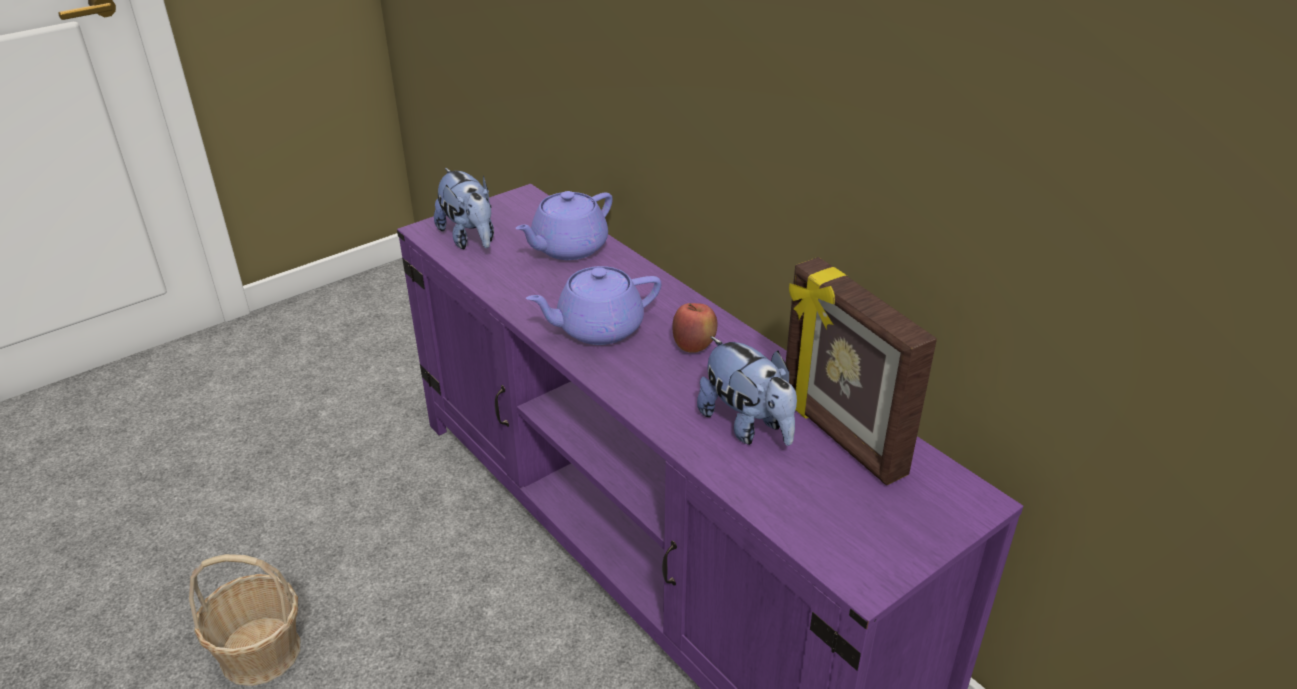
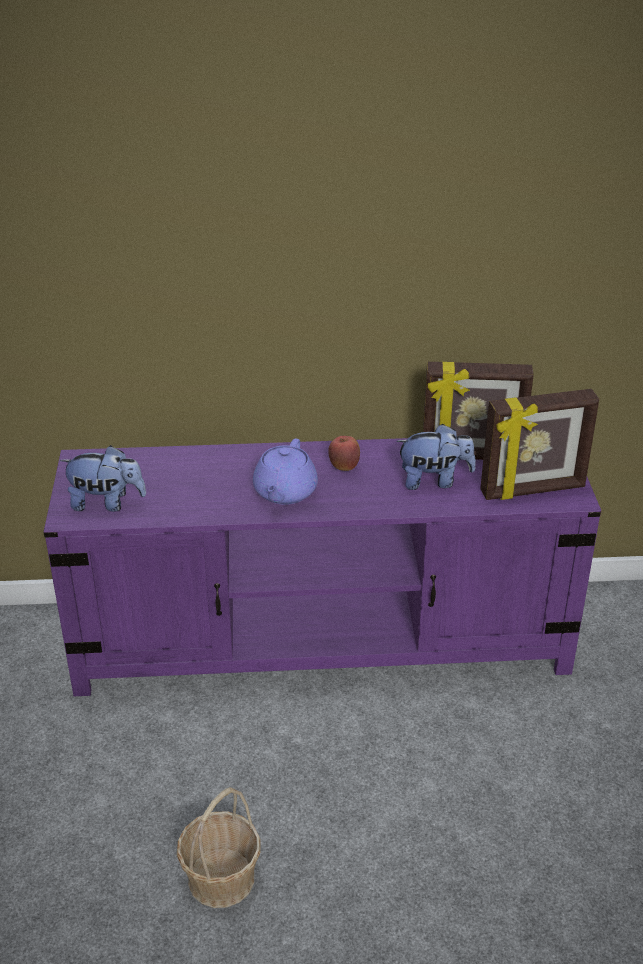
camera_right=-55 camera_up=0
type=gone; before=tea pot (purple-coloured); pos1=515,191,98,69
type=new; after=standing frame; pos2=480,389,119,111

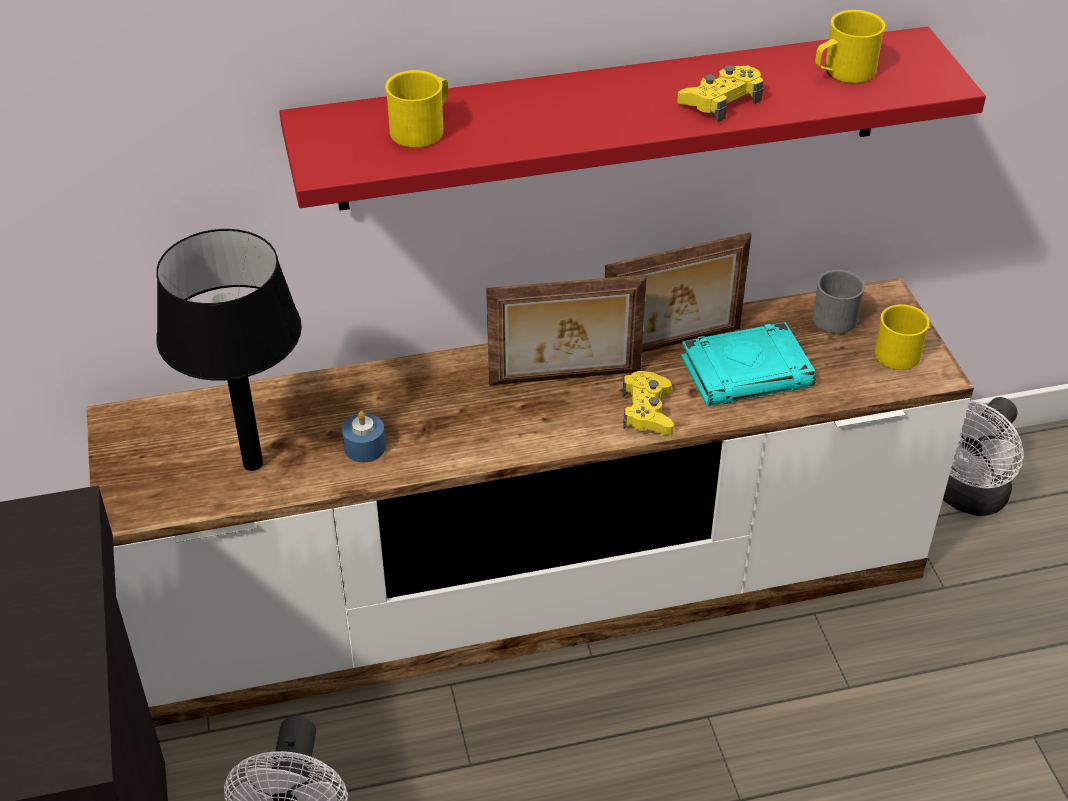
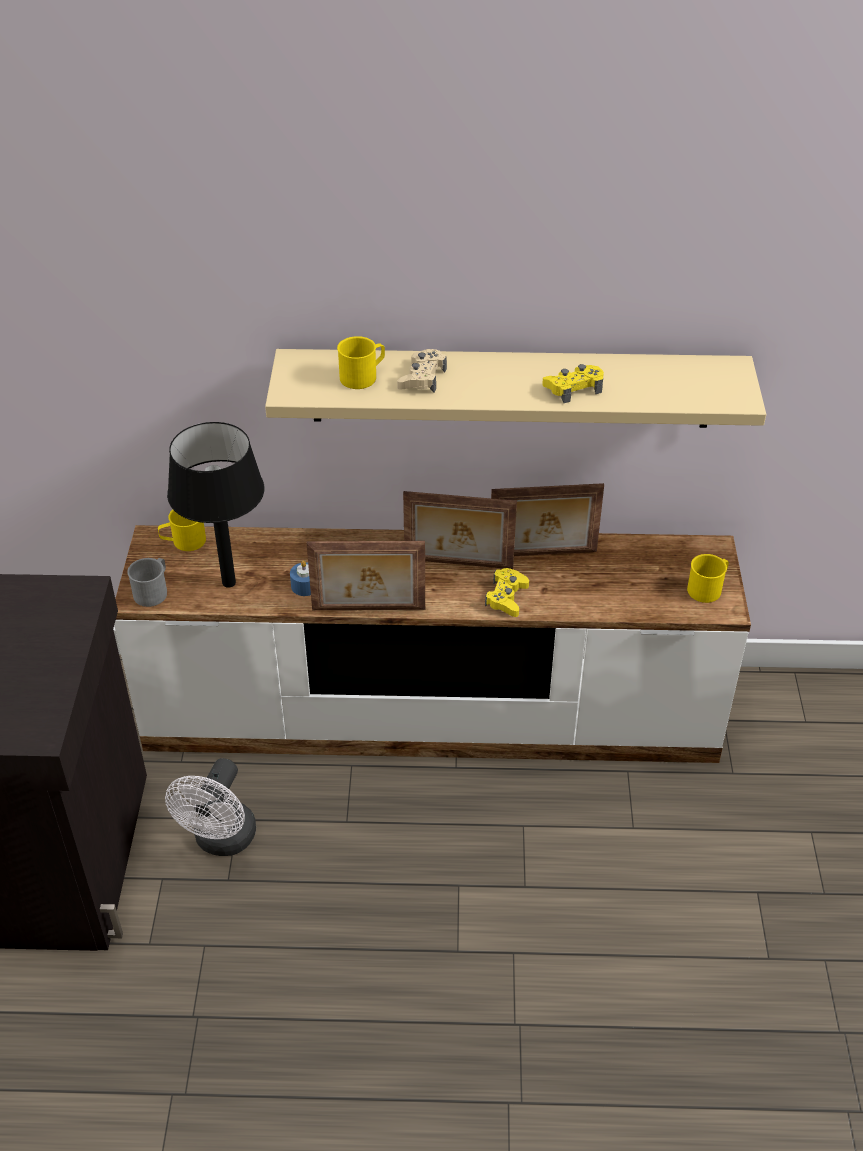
camera_right=15 camera_up=0
type=repainted; before=wall shelf (reddish); after=wall shelf (sand-coloured); pos1=279,26,707,184; pos2=265,349,501,79
type=gone; before=bound book (blue-green); pos1=681,322,135,84
type=shifted; before=tea mug (grey); pos1=813,270,52,64; pos2=127,558,40,49
type=shifted; before=tea mug (yellow-coloured); pos1=815,10,70,73; pos2=158,510,48,41
type=gone; before=electric fan (white-coloured); pos1=943,397,81,119
type=new; after=standing frame; pos2=307,541,118,69
type=new; after=gamepad (sand-coloured); pos2=397,349,50,44

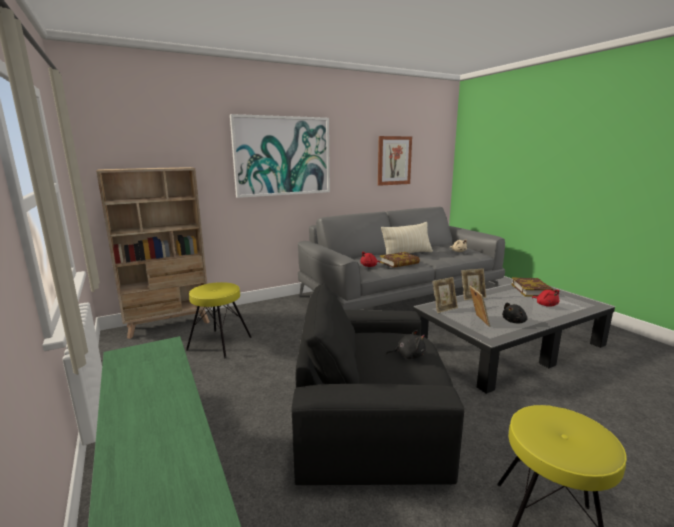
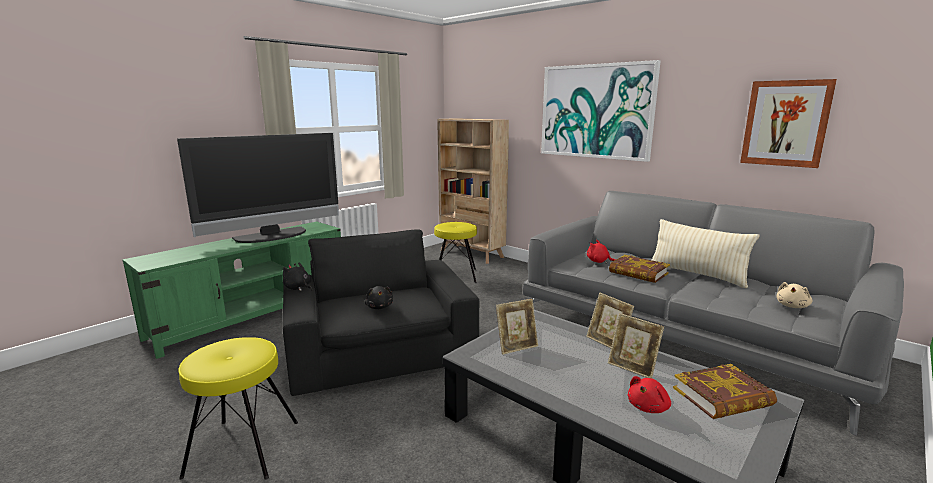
camera_right=70 camera_up=0
type=shifted; before=standing frame; pos1=432,277,26,36; pos2=608,313,56,65
type=shifted; before=cuddly toy (black-coloured); pos1=502,303,26,20; pos2=283,263,30,28
type=new; after=TV; pos2=177,133,162,110

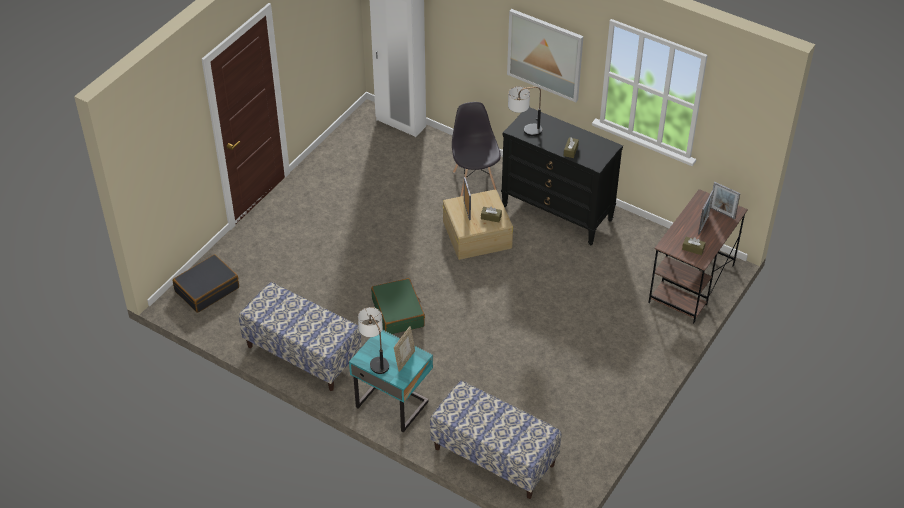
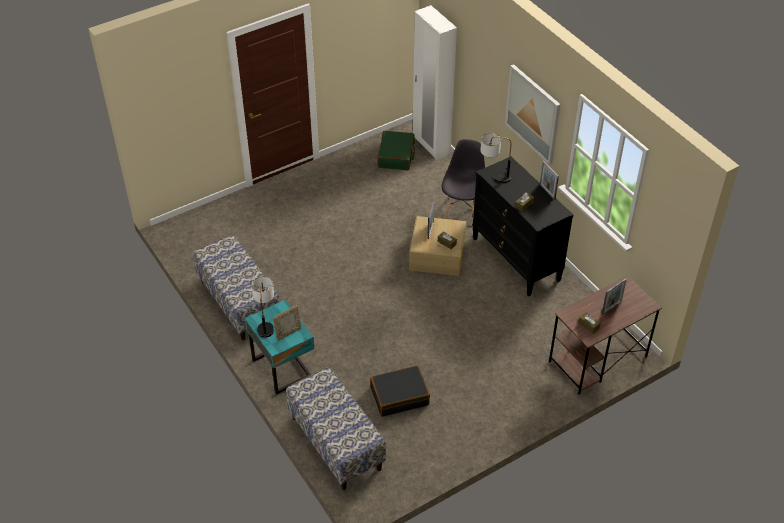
camera_right=25 camera_up=0
type=shifted; before=suitcase (black-coloured); pos1=173,254,66,59; pos2=370,365,60,52
type=shifted; before=suitcase (greenish); pos1=371,278,54,56; pos2=377,131,38,39
type=shifted; before=standing frame; pos1=710,182,30,37; pos2=540,161,19,39

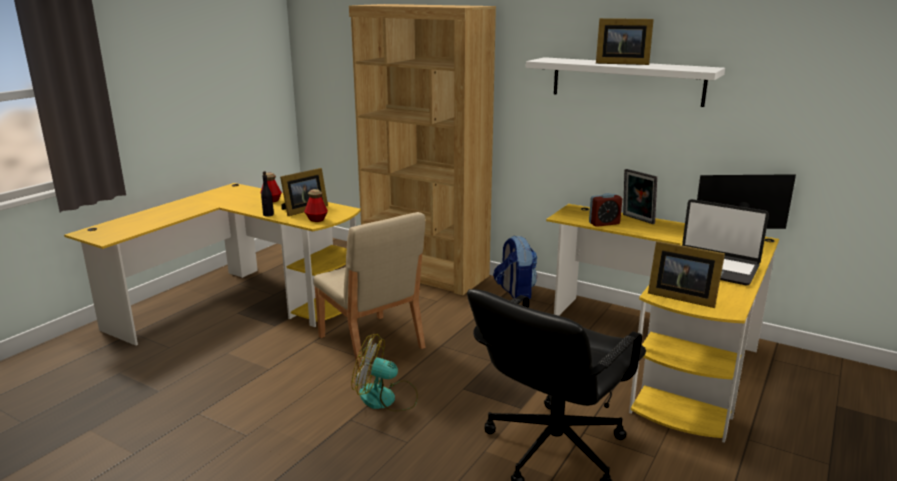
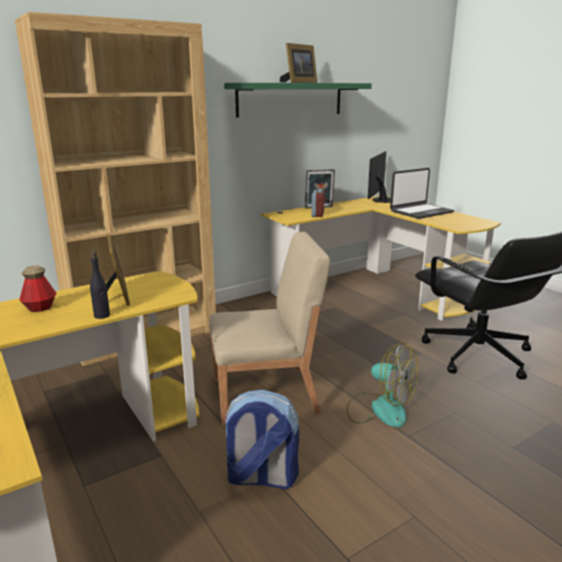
camera_right=-65 camera_up=0
type=gone; before=bottle; pos1=304,189,24,33
type=rotated; before=electric fan; pos1=351,334,67,78; pos2=346,342,72,85; turn=-90
type=shifted; before=knapsack; pos1=493,236,44,63; pos2=222,390,77,99
type=repainted; before=wall shelf (white-coloured); after=wall shelf (greenish); pos1=526,57,199,50; pos2=224,83,148,35
type=gone; before=standing frame; pos1=648,241,77,67

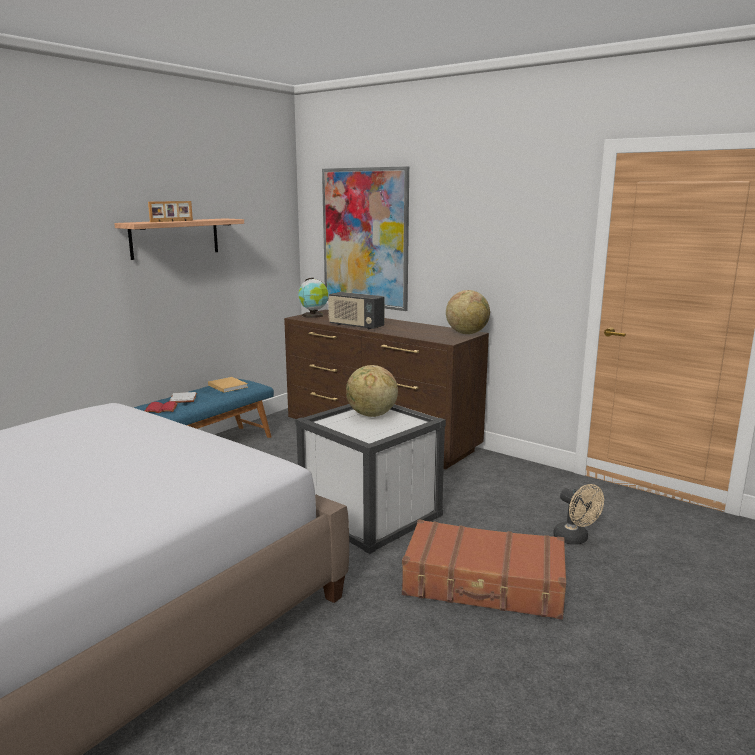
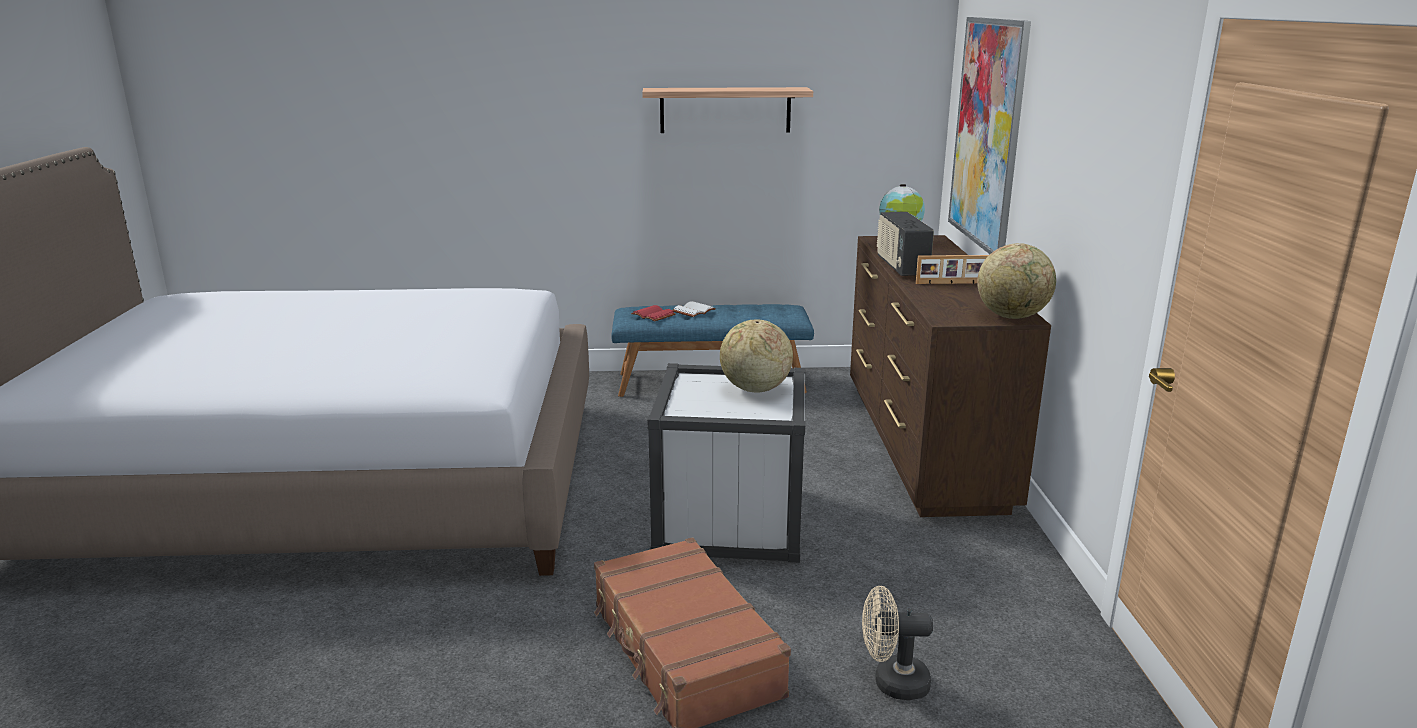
camera_right=50 camera_up=5
type=shifted; before=standing frame; pos1=148,201,45,21; pos2=916,255,73,29
type=gone; before=bound book (sand-coloured); pos1=208,377,40,16
type=rotated; before=electric fan (sand-coloured); pos1=553,484,51,61; pos2=862,586,71,114; turn=75

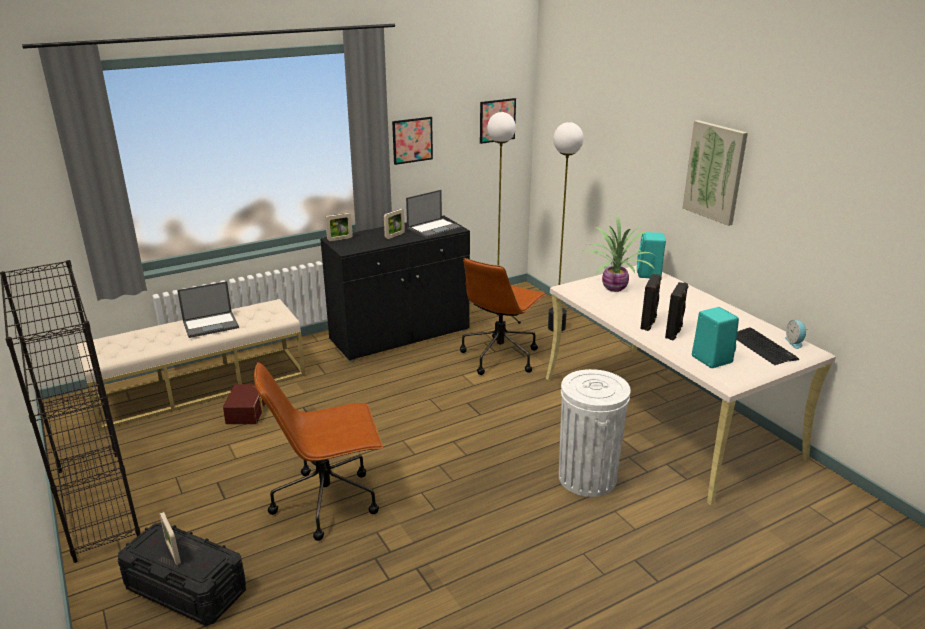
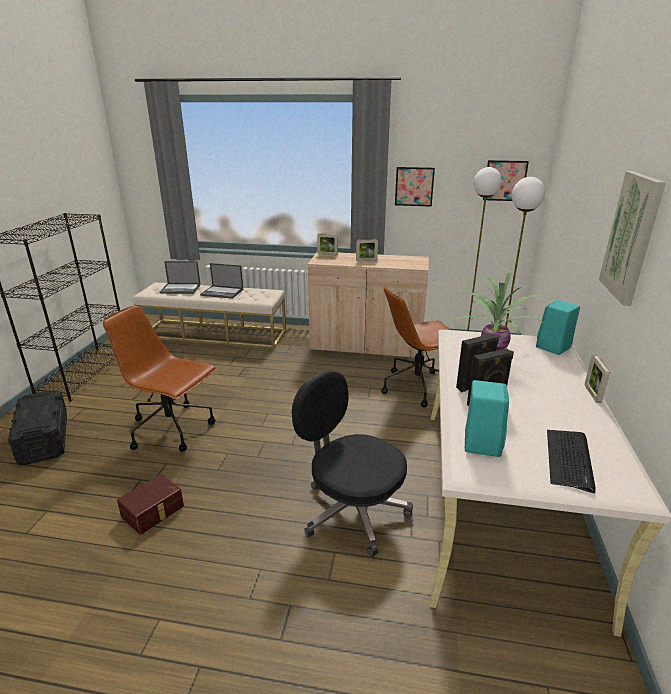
camera_right=40 camera_up=0
type=shifted; before=standing frame; pos1=159,512,22,53; pos2=585,355,25,48
type=shifted; before=storage bin (brown); pos1=223,384,42,40; pos2=117,474,67,61
type=repainted; before=storage cabinet (black-coloured); after=storage cabinet (sand-coloured); pos1=320,215,150,146; pos2=308,252,121,106
type=shifted; before=laptop; pos1=406,190,56,48; pos2=159,261,42,33
type=swapped; before=trash can (white-coloured); after=desk chair (black-coloured); pos1=559,369,72,128; pos2=292,371,121,186
type=gone; before=table clock; pos1=785,320,22,29

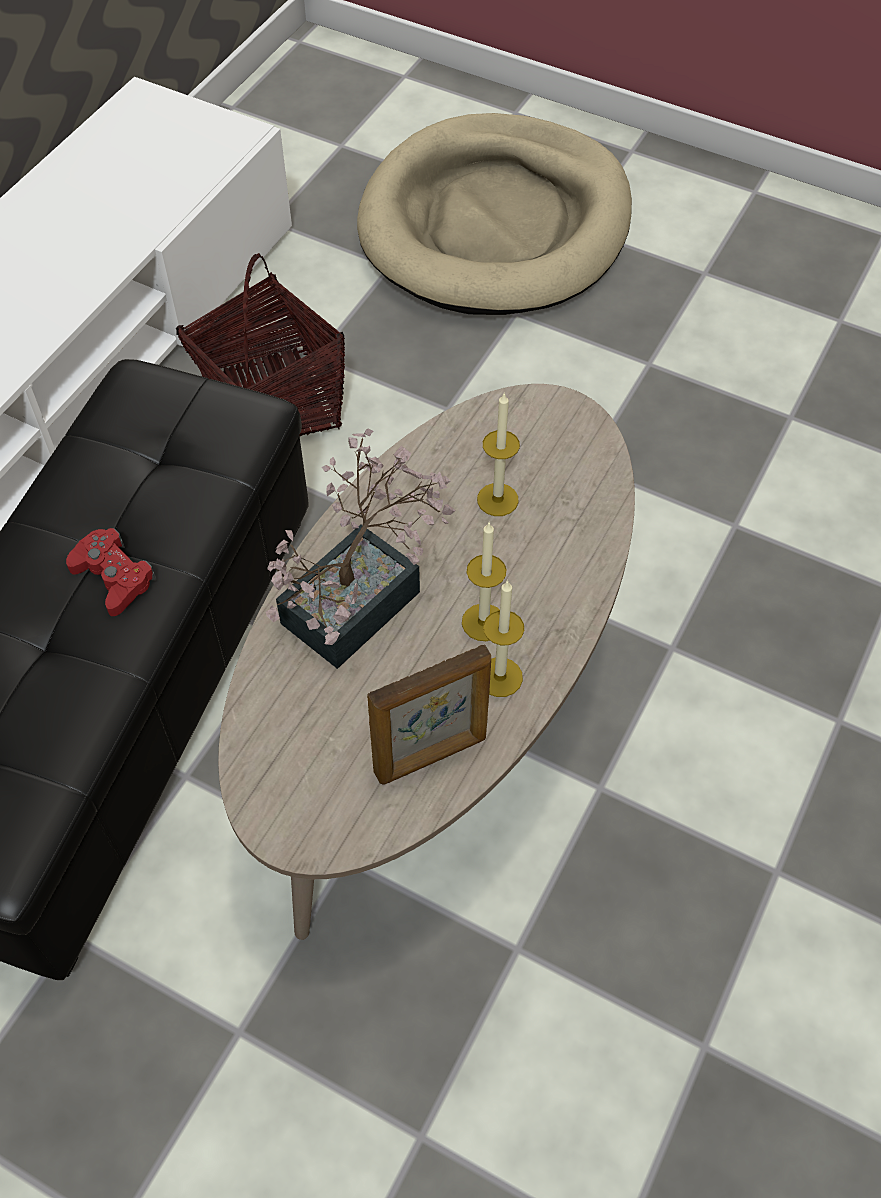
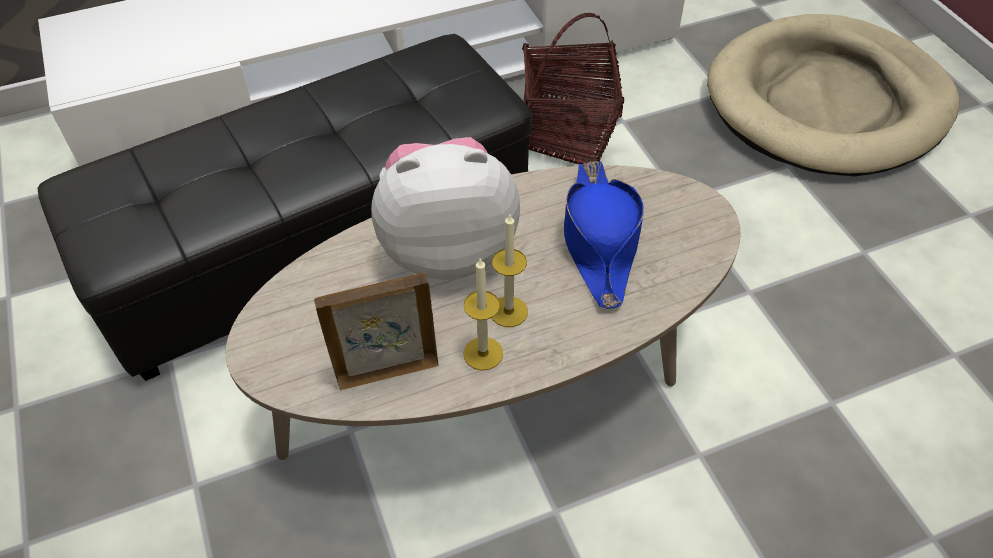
camera_right=40 camera_up=-5
type=gone; before=gamepad (reddish); pos1=66,528,91,88
type=swapped; before=houseplant; after=cuddly toy; pos1=266,428,190,241; pos2=371,137,149,143
type=rotated; before=standing frame; pos1=367,644,124,141; pos2=314,273,124,117; turn=150
type=swapped; before=wax light; after=clothing hat (blue); pos1=477,392,43,124; pos2=564,161,80,148

